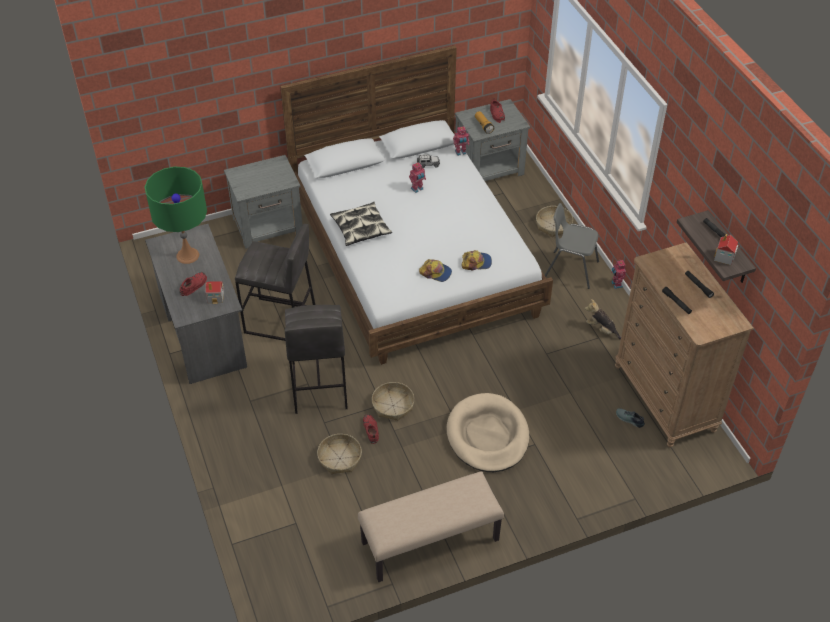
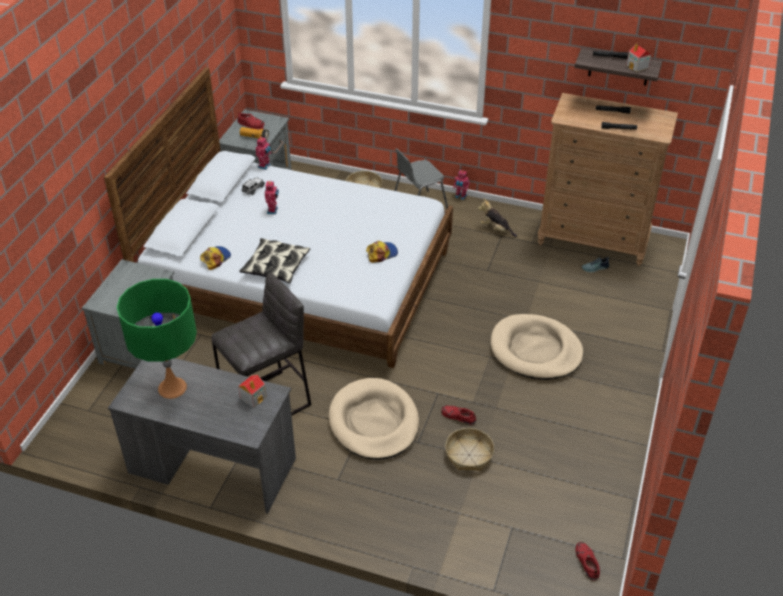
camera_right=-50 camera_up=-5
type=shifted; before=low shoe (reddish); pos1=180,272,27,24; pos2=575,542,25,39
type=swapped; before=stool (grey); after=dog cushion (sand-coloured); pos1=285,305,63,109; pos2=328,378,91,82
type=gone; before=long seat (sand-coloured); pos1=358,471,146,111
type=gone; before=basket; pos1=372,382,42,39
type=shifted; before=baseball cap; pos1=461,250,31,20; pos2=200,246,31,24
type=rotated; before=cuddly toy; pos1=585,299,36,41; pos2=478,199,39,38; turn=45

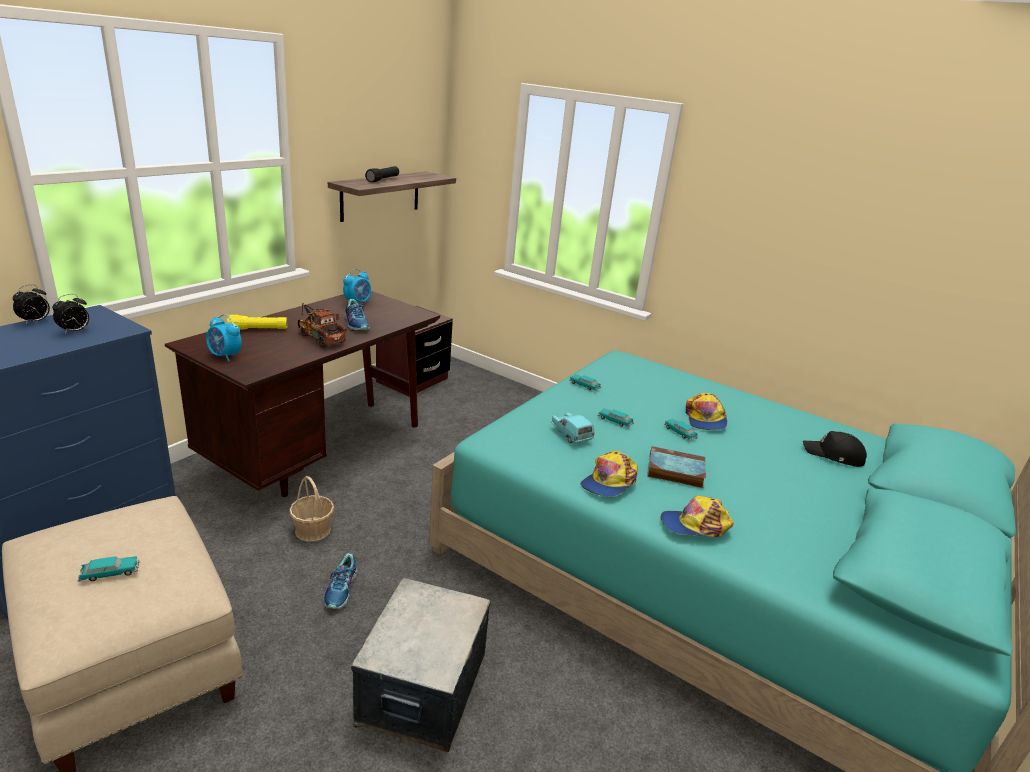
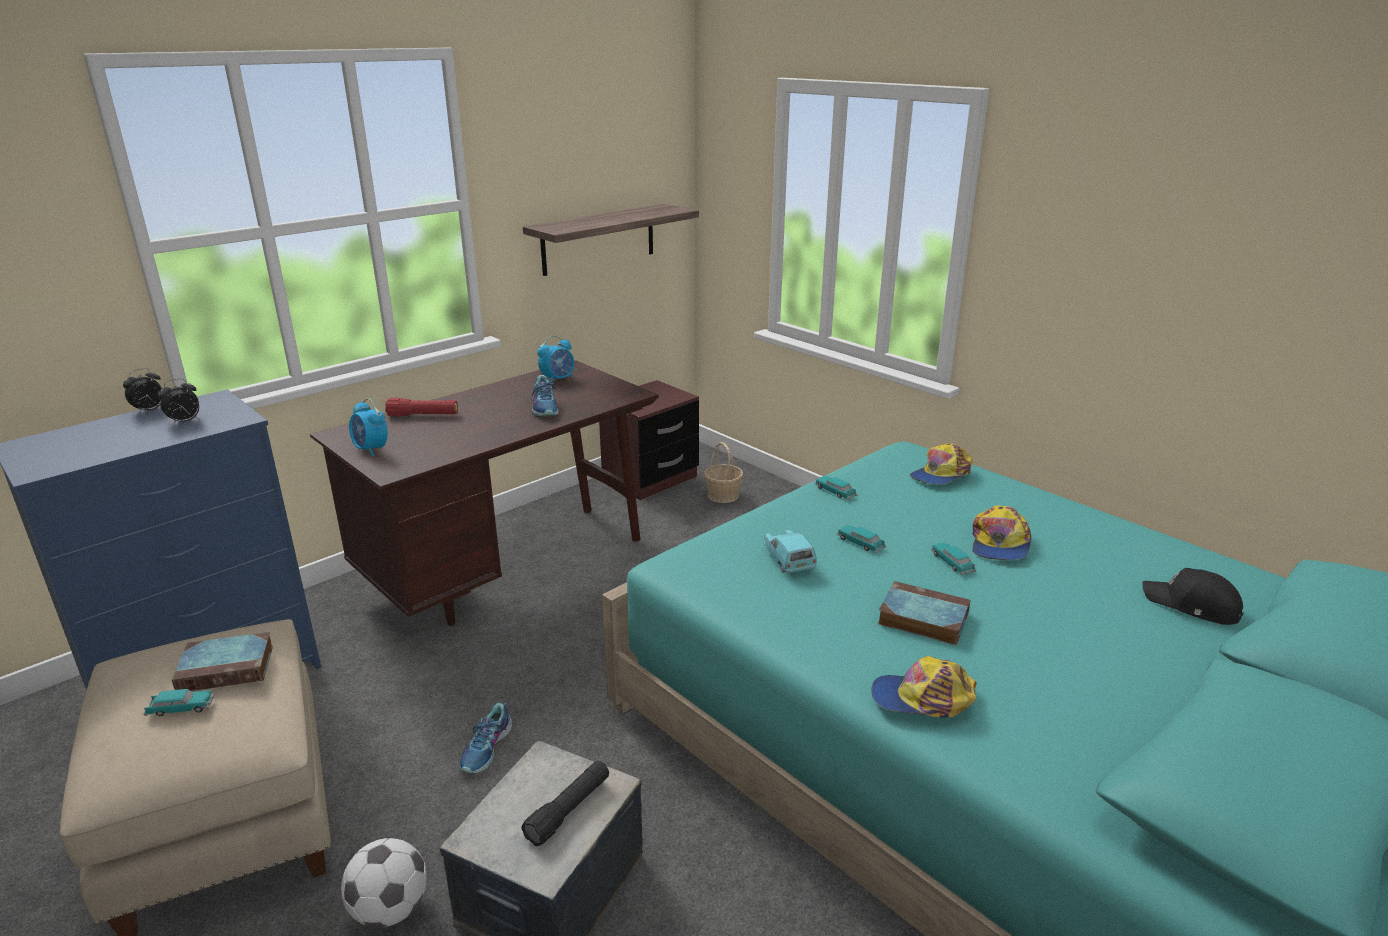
camera_right=15 camera_up=0
type=repainted; before=hand torch (yellow-coloured); after=hand torch (reddish); pos1=227,315,60,15; pos2=385,398,73,19
type=shifted; before=basket; pos1=289,476,45,66; pos2=704,442,39,61
type=gone; before=toy truck; pos1=298,303,49,45
type=shifted; before=hand torch (black-coloured); pos1=365,166,34,16; pos2=521,761,88,85
type=shifted; before=baseball cap; pos1=580,451,58,46; pos2=910,443,63,41
type=new; after=bound book; pos2=172,632,101,59
type=new; after=football; pos2=341,838,86,90

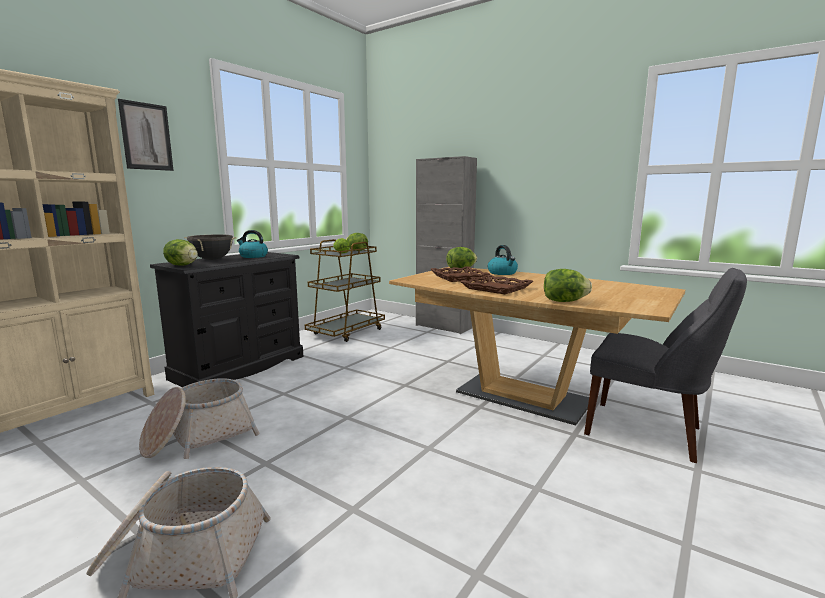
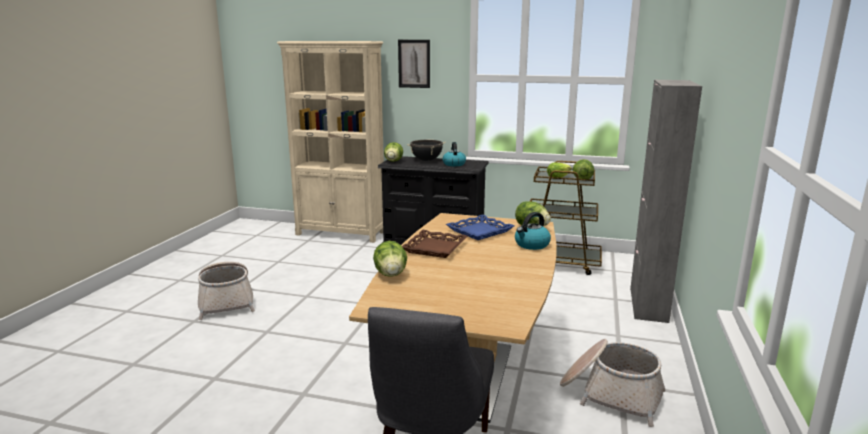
camera_right=70 camera_up=5
type=shifted; before=basket; pos1=139,378,121,81; pos2=560,339,106,88
type=repainted; before=serving tray (brown); after=serving tray (blue); pos1=430,266,60,16; pos2=446,214,68,26

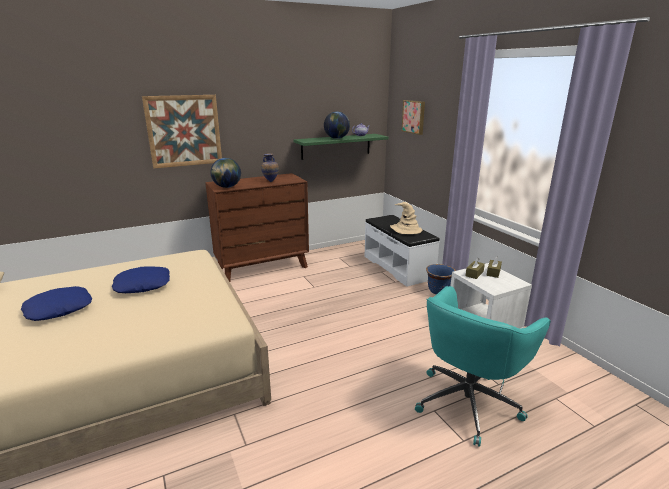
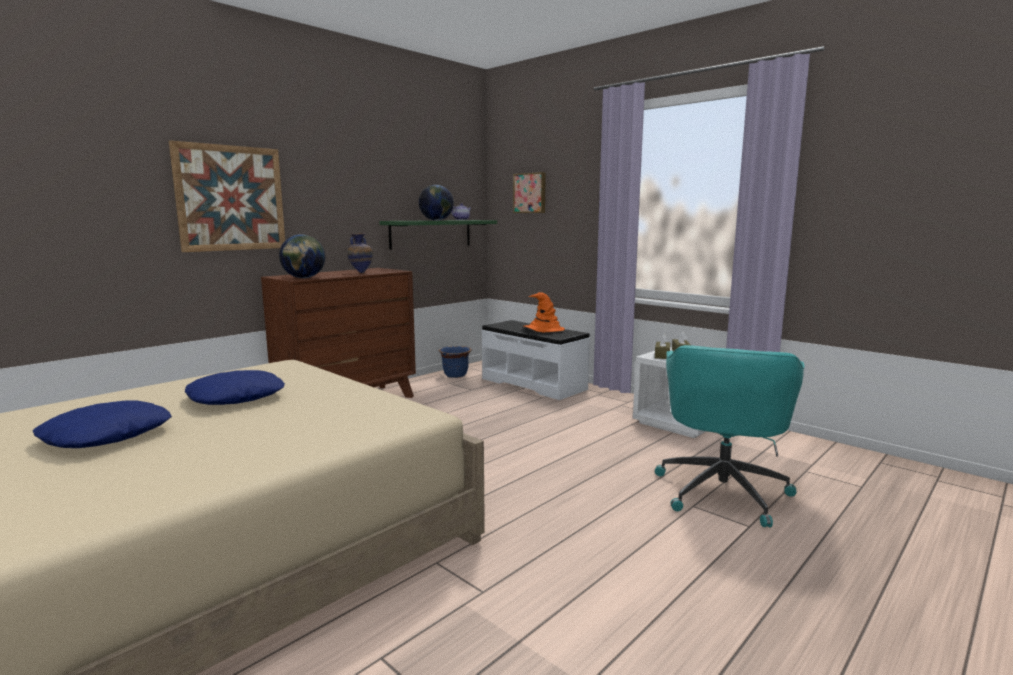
camera_right=-20 camera_up=-10
type=repainted; before=clothing hat (sand-coloured); after=clothing hat (orange-coloured); pos1=390,202,32,32; pos2=523,292,42,40
type=shifted; before=planter (blue); pos1=426,264,30,30; pos2=439,346,33,32

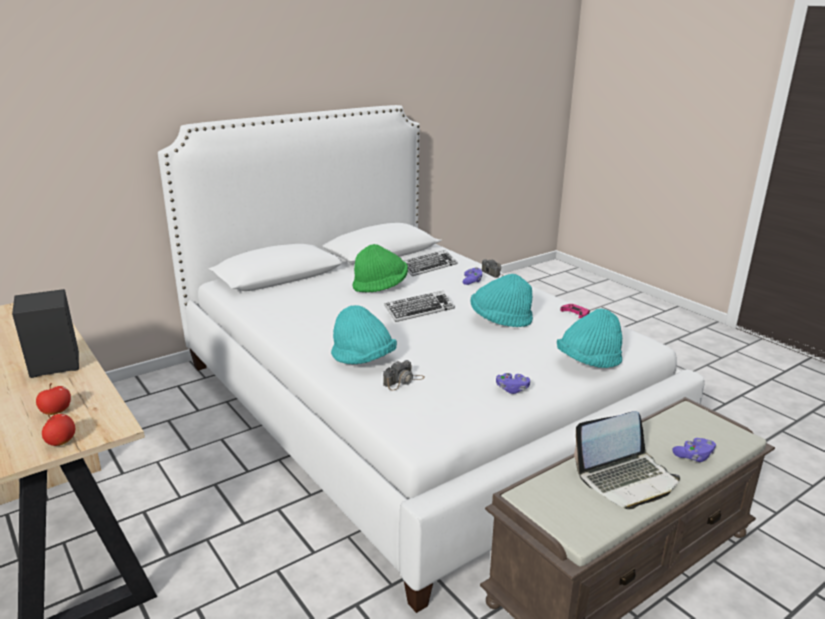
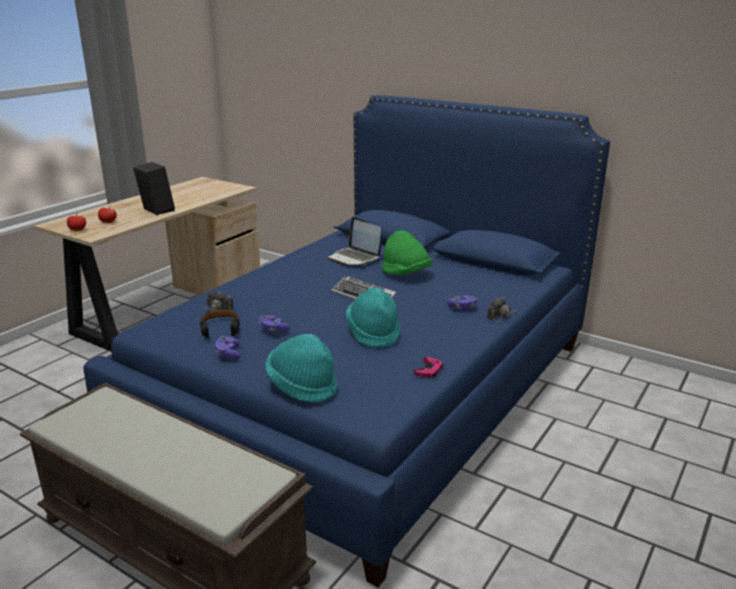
camera_right=70 camera_up=0
type=repainted; before=sleeping bed (white-coloured); after=sleeping bed (blue); pos1=158,105,547,508; pos2=83,95,527,492
type=gone; before=clothing hat (blue-green); pos1=331,305,66,59
type=gone; before=keyboard; pos1=404,250,54,26
type=shifted; before=laptop; pos1=574,411,106,99; pos2=327,217,55,48
type=shifted; before=gamepad (purple-coloured); pos1=672,438,44,24; pos2=259,315,31,18
type=new; after=headset (black-coloured); pos2=200,309,40,29

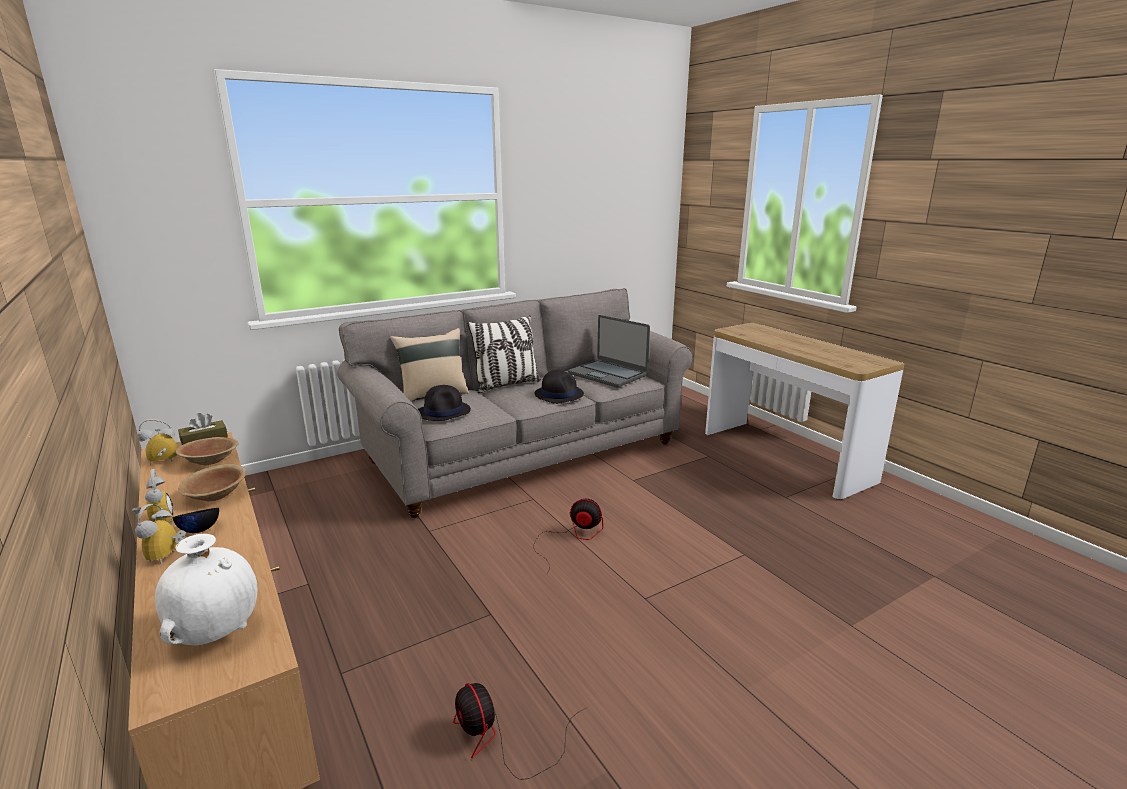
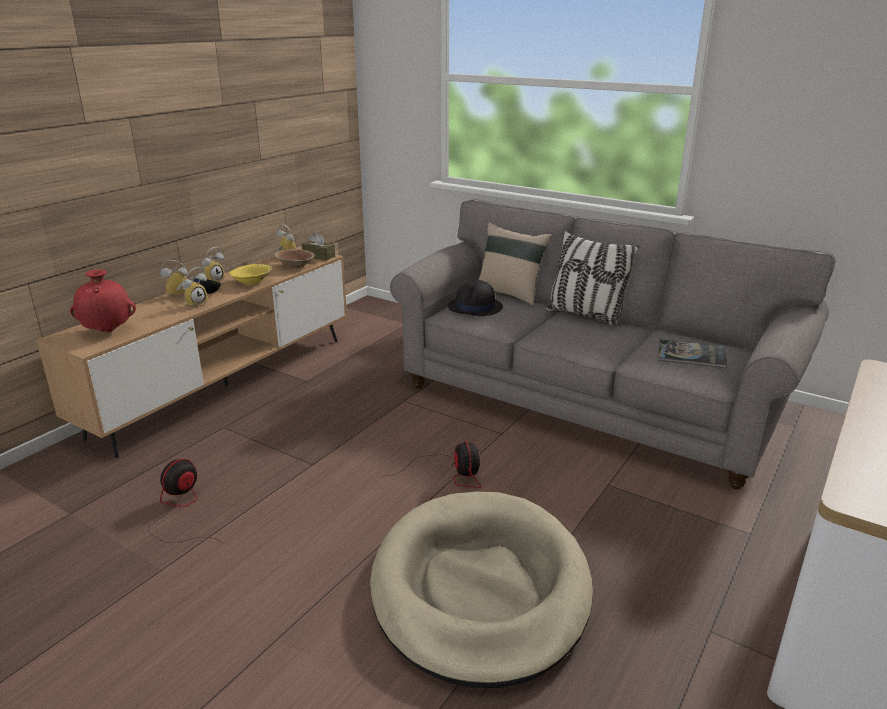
camera_right=65 camera_up=5
type=repainted; before=vase (white-coloured); after=vase (reddish); pos1=155,534,102,111; pos2=70,269,66,64
type=repainted; before=serving bowl (brown); after=serving bowl (yellow-coloured); pos1=178,464,68,37; pos2=229,264,43,21
type=gone; before=clothing hat (black-coloured); pos1=534,370,50,34
type=swapped; before=laptop; after=bound book; pos1=568,315,82,73; pos2=658,339,69,29
type=new; after=table clock; pos2=182,267,26,41
type=new; after=dog cushion (sand-coloured); pos2=370,491,223,197

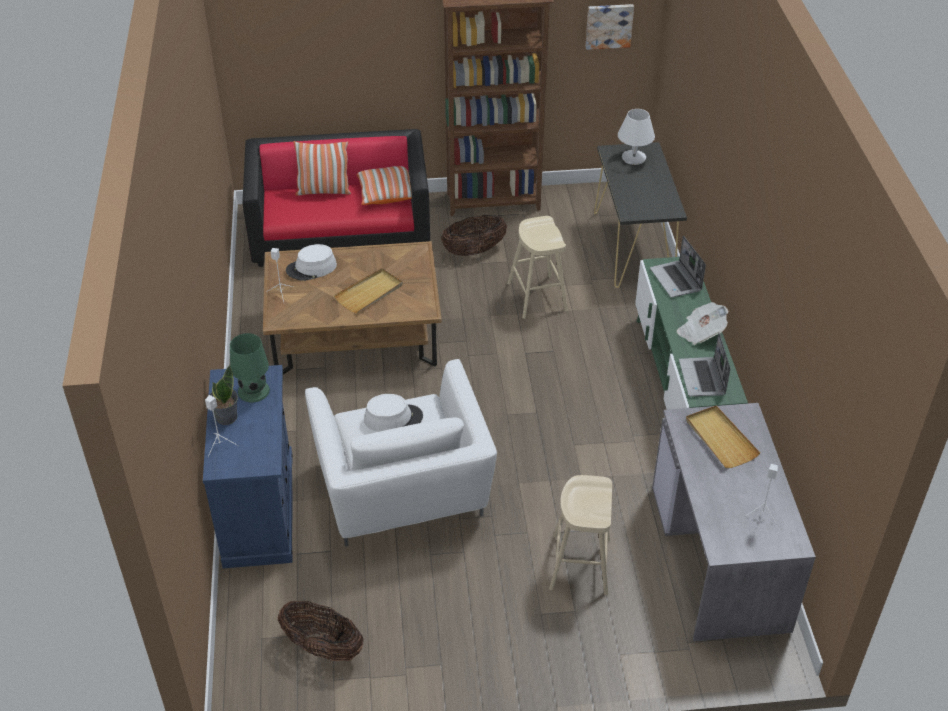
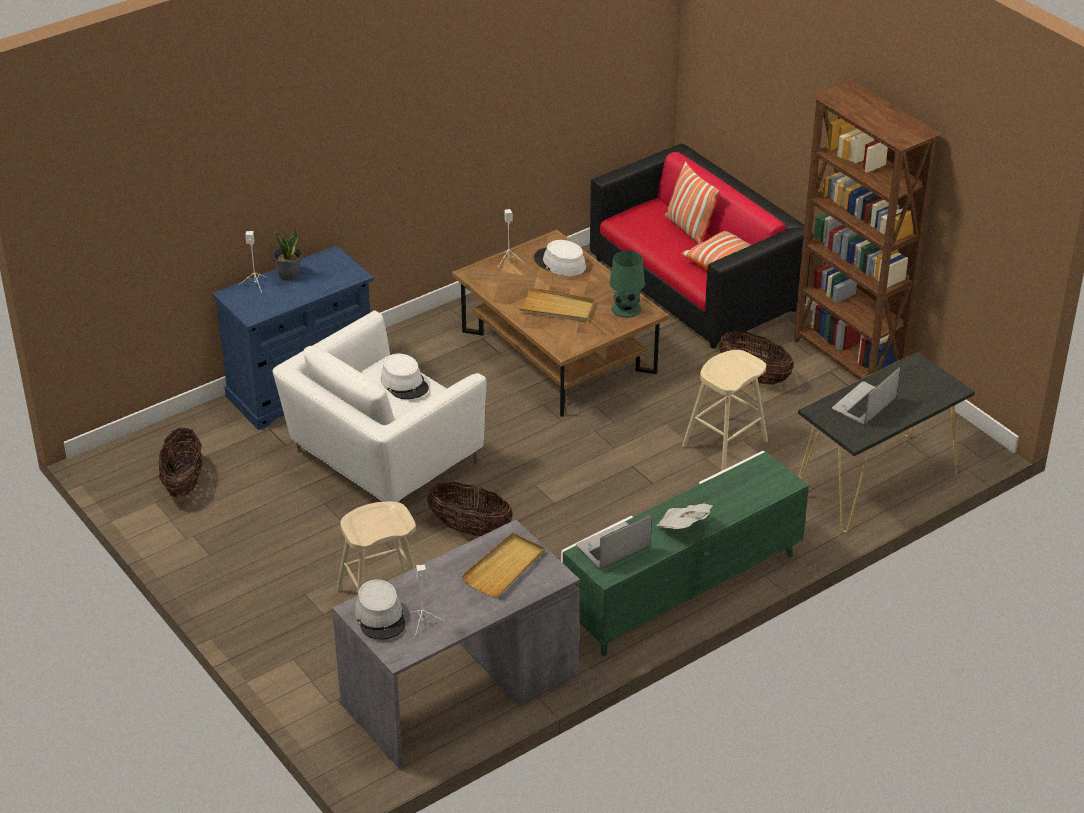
camera_right=60 camera_up=-5
type=shifted; before=tabletop lamp (greenish); pos1=230,333,40,70; pos2=610,251,35,67
type=gone; before=wall picture; pos1=585,4,49,46
type=gone; before=tabletop lamp (white-coloured); pos1=618,109,37,56
type=shifted; before=laptop; pos1=650,236,56,62; pos2=832,367,68,58
type=new; after=clothing hat (grey); pos2=355,579,51,61
type=new; after=basket; pos2=427,482,86,54

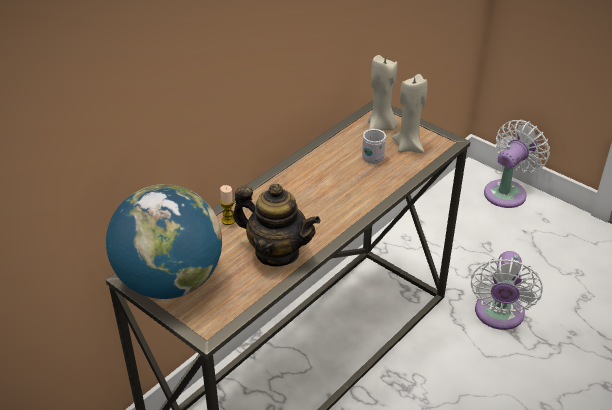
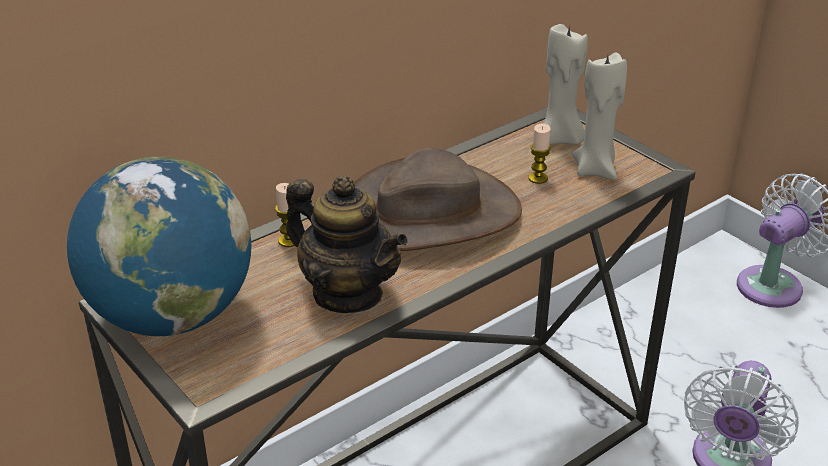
camera_right=10 camera_up=-5
type=swapped; before=tea mug (white-coloured); after=wax light; pos1=362,129,24,35; pos2=528,124,23,60
type=new; after=clothing hat (brown); pos2=354,148,168,103

